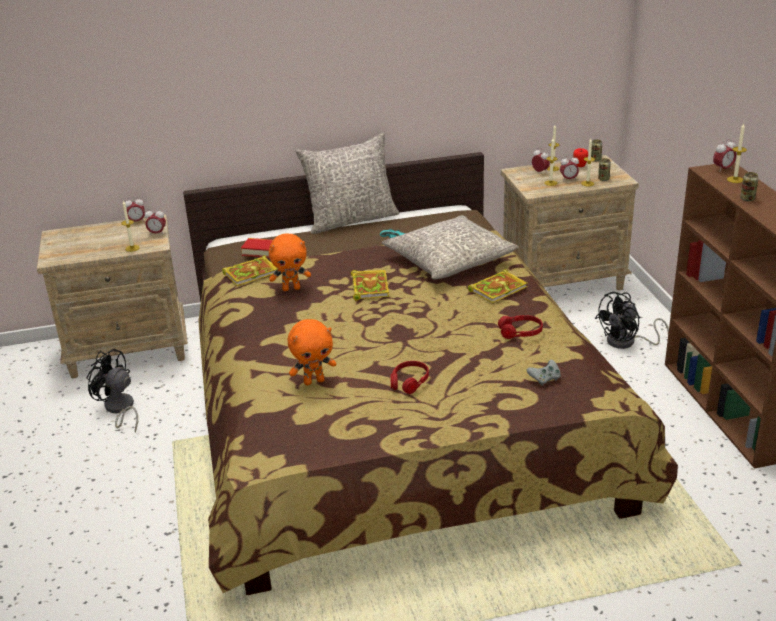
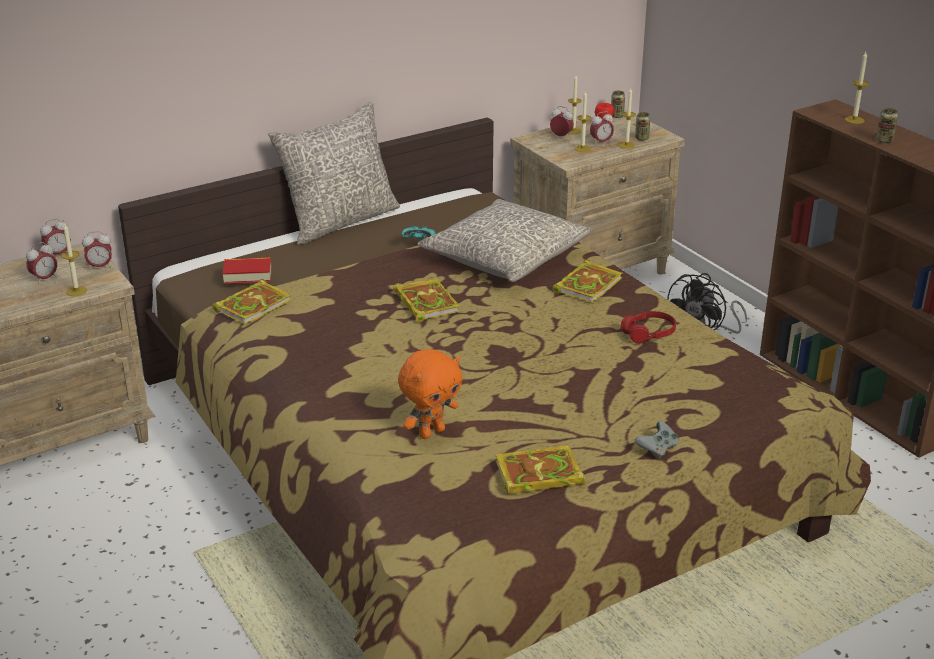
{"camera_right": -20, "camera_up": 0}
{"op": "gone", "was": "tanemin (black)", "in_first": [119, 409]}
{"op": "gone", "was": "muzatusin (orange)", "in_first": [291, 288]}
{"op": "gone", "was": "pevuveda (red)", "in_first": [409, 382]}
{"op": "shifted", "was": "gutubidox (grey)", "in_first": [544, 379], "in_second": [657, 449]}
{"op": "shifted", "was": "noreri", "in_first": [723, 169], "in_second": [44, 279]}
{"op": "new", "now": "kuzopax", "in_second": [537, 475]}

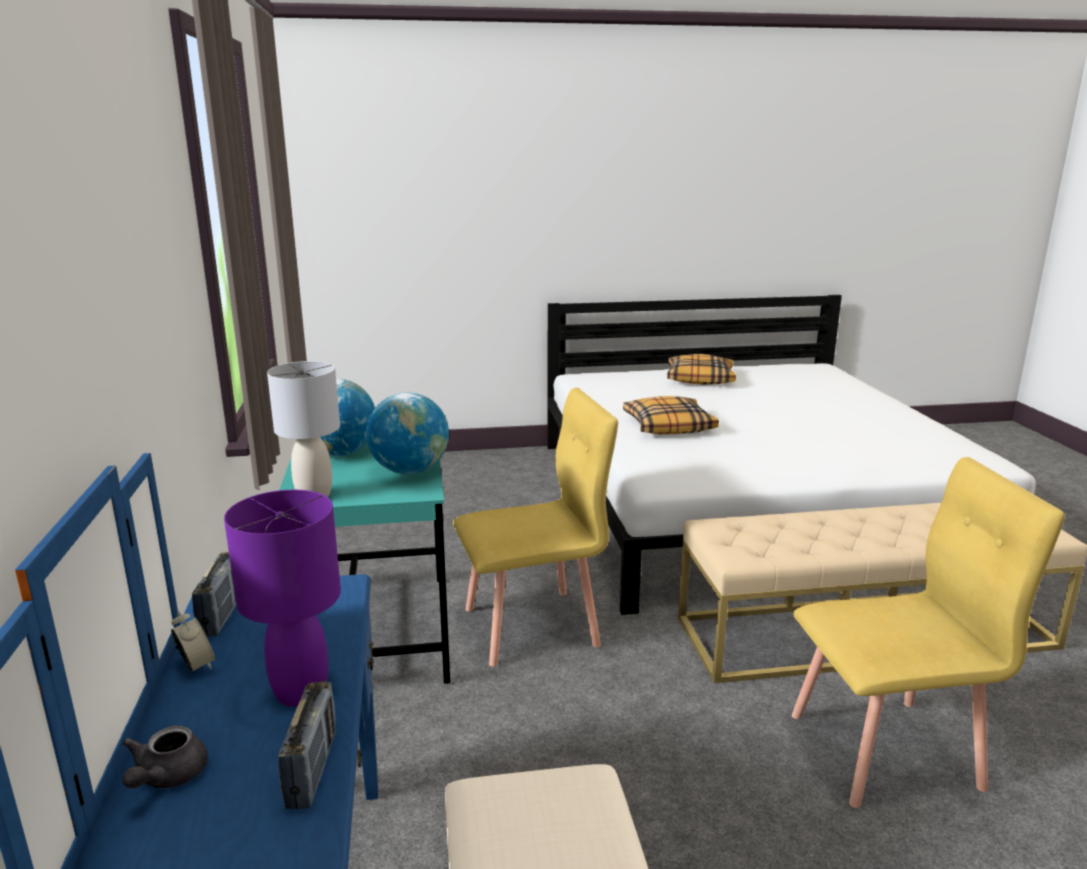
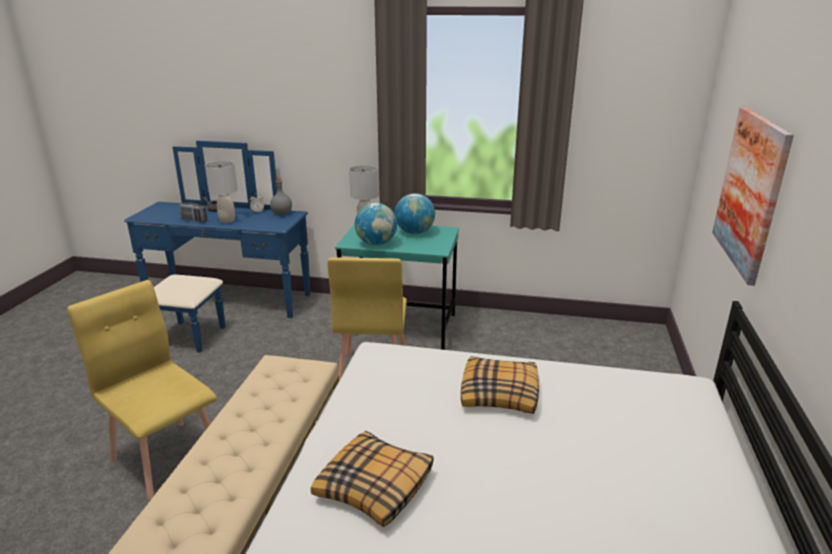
{"camera_right": 110, "camera_up": 5}
{"op": "swapped", "was": "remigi", "now": "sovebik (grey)", "in_first": [222, 615], "in_second": [282, 214]}
{"op": "repainted", "was": "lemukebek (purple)", "now": "lemukebek (grey)", "in_first": [300, 692], "in_second": [227, 220]}
{"op": "shifted", "was": "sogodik", "in_first": [700, 379], "in_second": [375, 487]}
{"op": "rotated", "was": "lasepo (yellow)", "in_first": [886, 751], "in_second": [167, 457], "clockwise": 120}
{"op": "new", "now": "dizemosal", "in_second": [750, 191]}

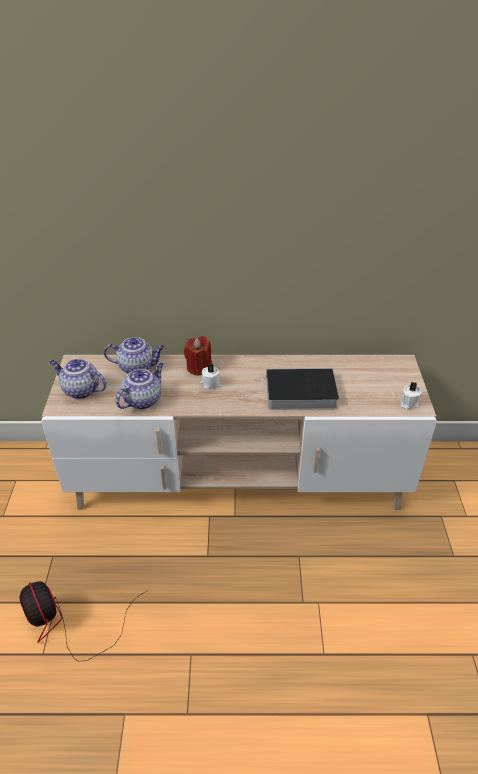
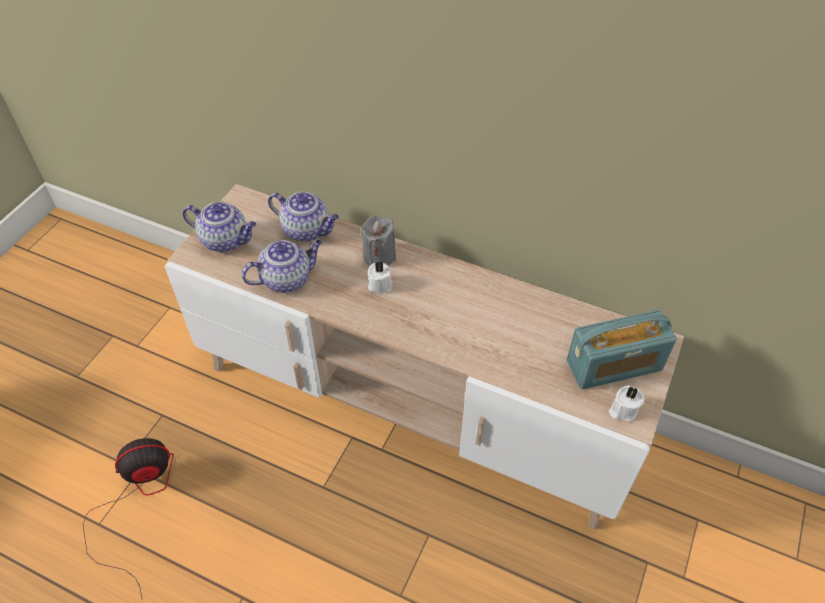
{"camera_right": 25, "camera_up": 10}
{"op": "rotated", "was": "tanemin", "in_first": [66, 623], "in_second": [137, 500], "clockwise": 75}
{"op": "rotated", "was": "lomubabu", "in_first": [80, 390], "in_second": [226, 240], "clockwise": 150}
{"op": "repainted", "was": "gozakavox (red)", "now": "gozakavox (grey)", "in_first": [199, 367], "in_second": [379, 256]}
{"op": "gone", "was": "kuzopax", "in_first": [298, 393]}
{"op": "new", "now": "remigi", "in_second": [614, 365]}

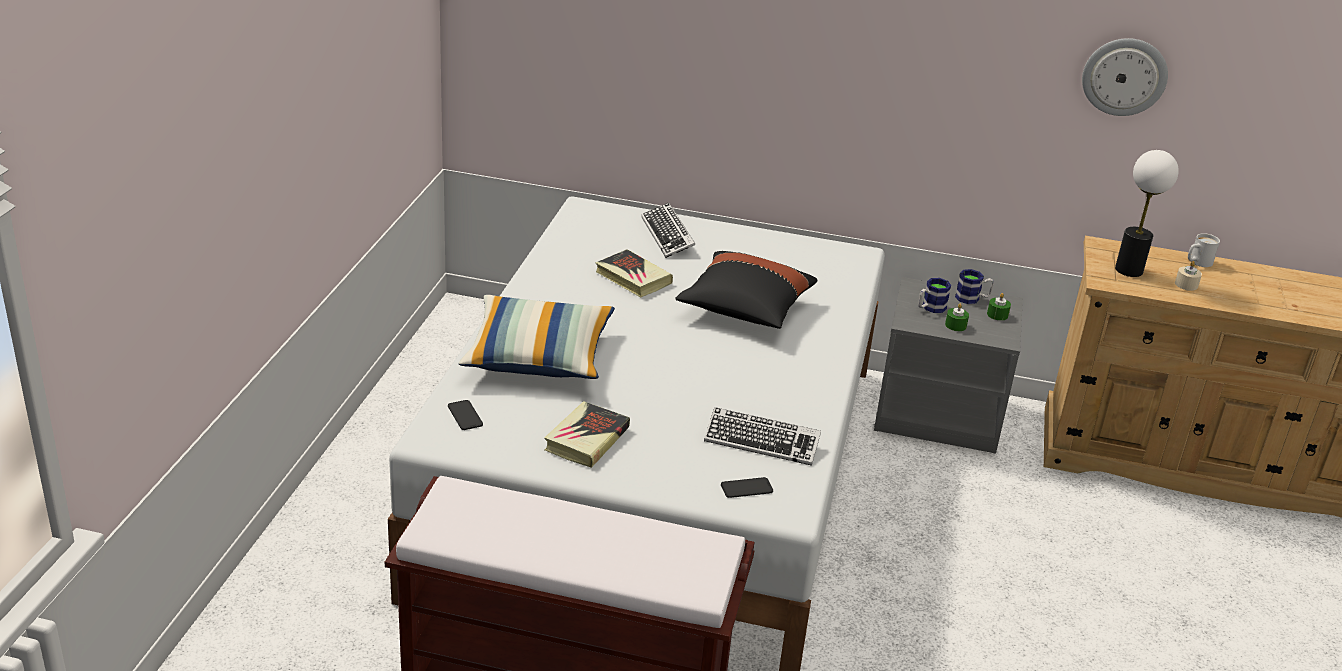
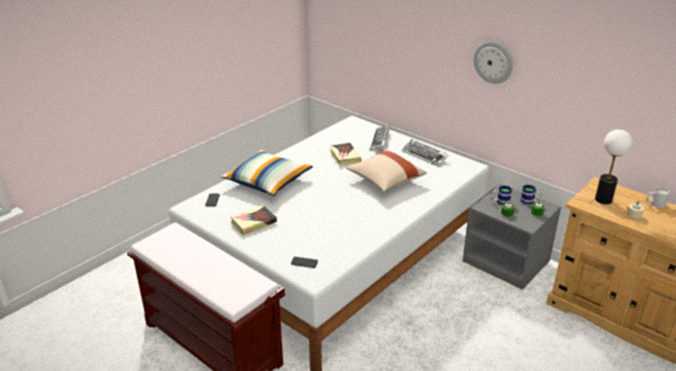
{"camera_right": 30, "camera_up": 0}
{"op": "repainted", "was": "sogodik (black)", "now": "sogodik (beige)", "in_first": [744, 309], "in_second": [385, 180]}
{"op": "shifted", "was": "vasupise", "in_first": [761, 442], "in_second": [424, 155]}
{"op": "shifted", "was": "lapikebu", "in_first": [1124, 76], "in_second": [493, 62]}

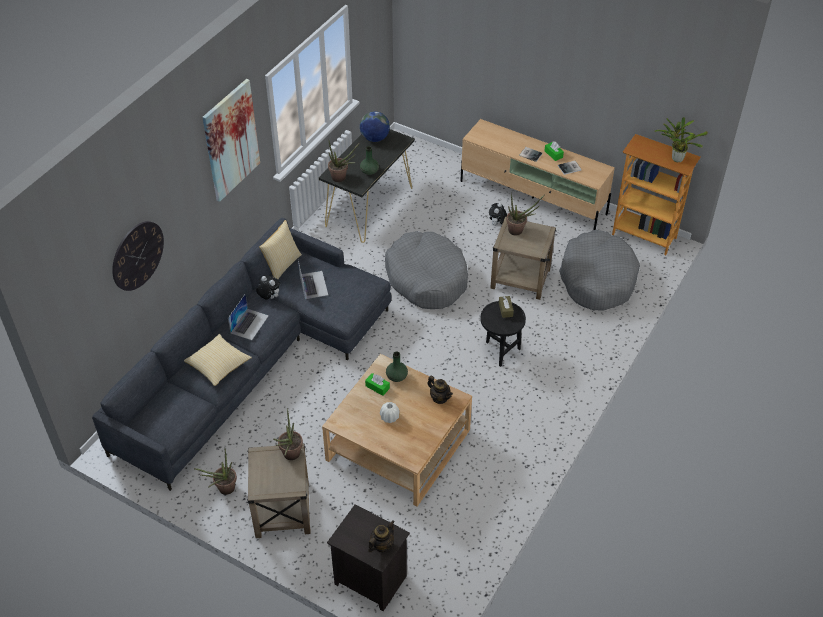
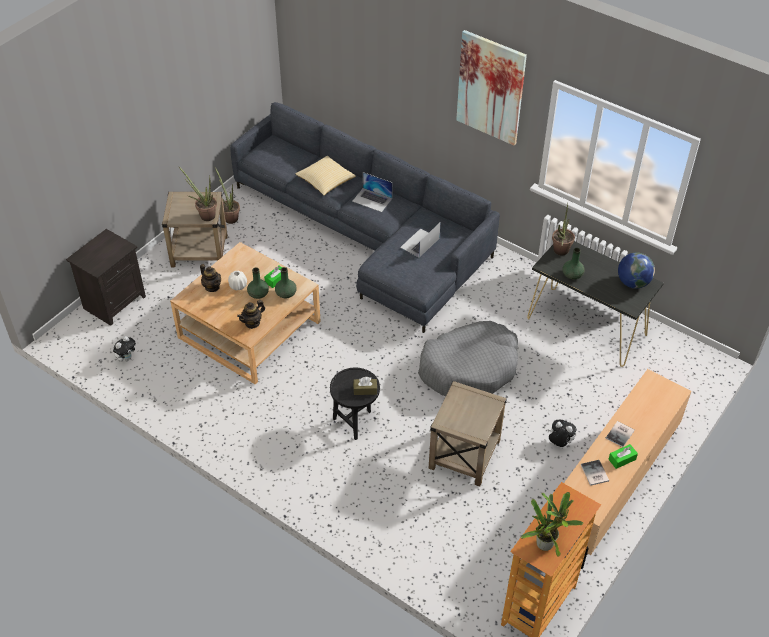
{"camera_right": 95, "camera_up": 0}
{"op": "gone", "was": "lapikebu", "in_first": [137, 255]}
{"op": "shifted", "was": "muzatusin", "in_first": [269, 297], "in_second": [127, 358]}
{"op": "gone", "was": "sogodik", "in_first": [282, 265]}
{"op": "rotated", "was": "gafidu", "in_first": [313, 284], "in_second": [419, 243], "clockwise": 135}
{"op": "shifted", "was": "lomubabu", "in_first": [381, 545], "in_second": [212, 287]}
{"op": "gone", "was": "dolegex", "in_first": [519, 231]}
{"op": "gone", "was": "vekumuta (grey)", "in_first": [597, 279]}
{"op": "new", "now": "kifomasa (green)", "in_second": [258, 294]}

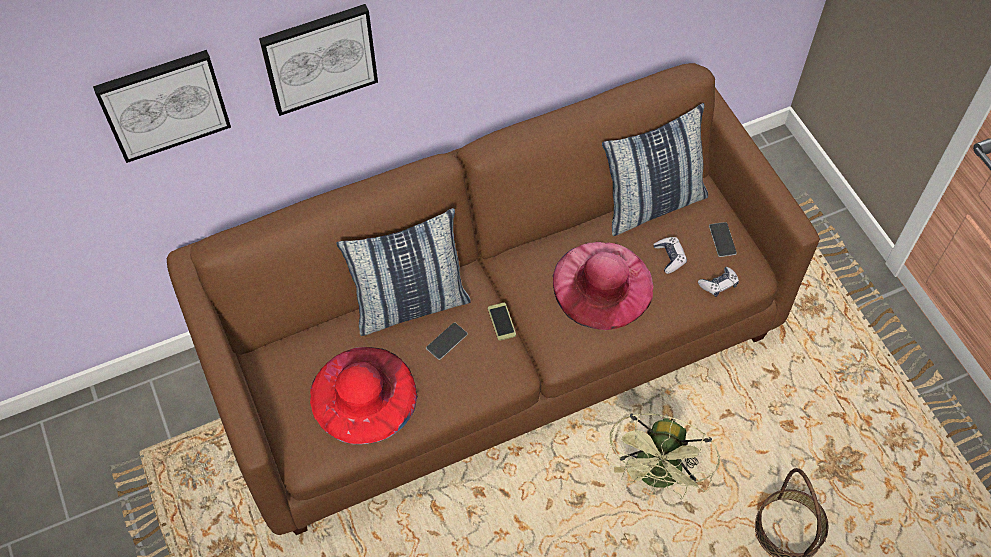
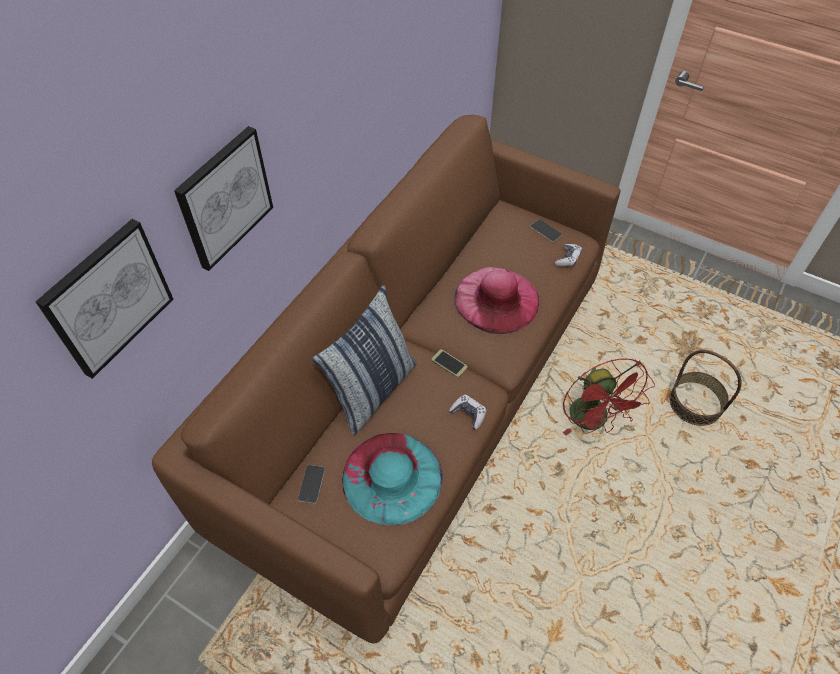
{"camera_right": -35, "camera_up": -5}
{"op": "repainted", "was": "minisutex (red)", "now": "minisutex (turquoise)", "in_first": [363, 394], "in_second": [392, 477]}
{"op": "shifted", "was": "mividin", "in_first": [446, 341], "in_second": [311, 484]}
{"op": "gone", "was": "sogodik", "in_first": [652, 204]}
{"op": "repainted", "was": "tanemin (green)", "now": "tanemin (red)", "in_first": [657, 477], "in_second": [594, 421]}
{"op": "shifted", "was": "gutubidox", "in_first": [669, 257], "in_second": [468, 414]}

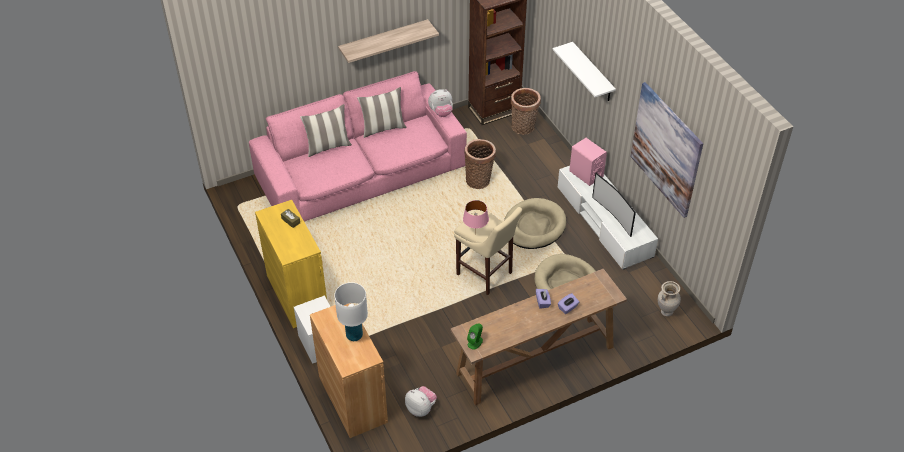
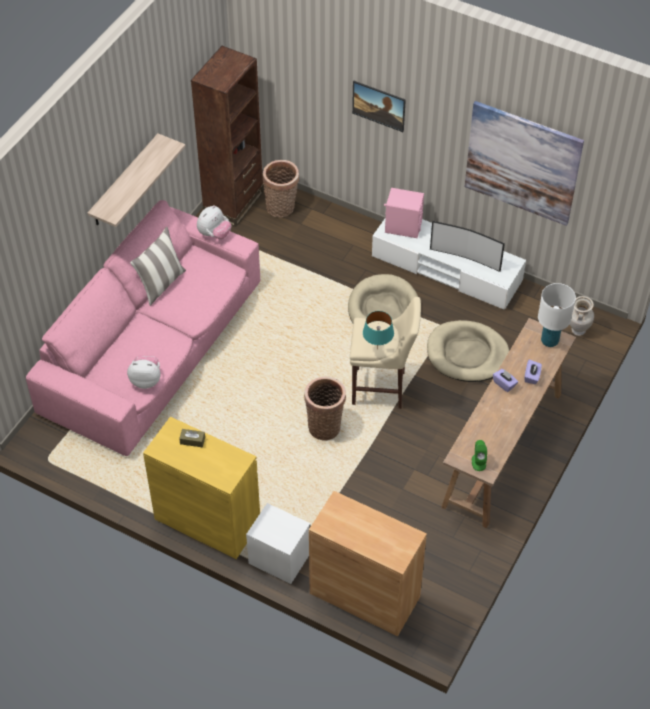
{"camera_right": -35, "camera_up": 5}
{"op": "gone", "was": "sogodik", "in_first": [328, 146]}
{"op": "shifted", "was": "lemukebek (white)", "in_first": [354, 335], "in_second": [549, 341]}
{"op": "shifted", "was": "muzatusin", "in_first": [421, 408], "in_second": [146, 380]}
{"op": "repainted", "was": "lemukebek (pink)", "now": "lemukebek (turquoise)", "in_first": [475, 234], "in_second": [377, 350]}
{"op": "shifted", "was": "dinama", "in_first": [479, 180], "in_second": [325, 425]}
{"op": "swapped", "was": "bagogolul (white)", "now": "dizemosal", "in_first": [592, 73], "in_second": [378, 114]}

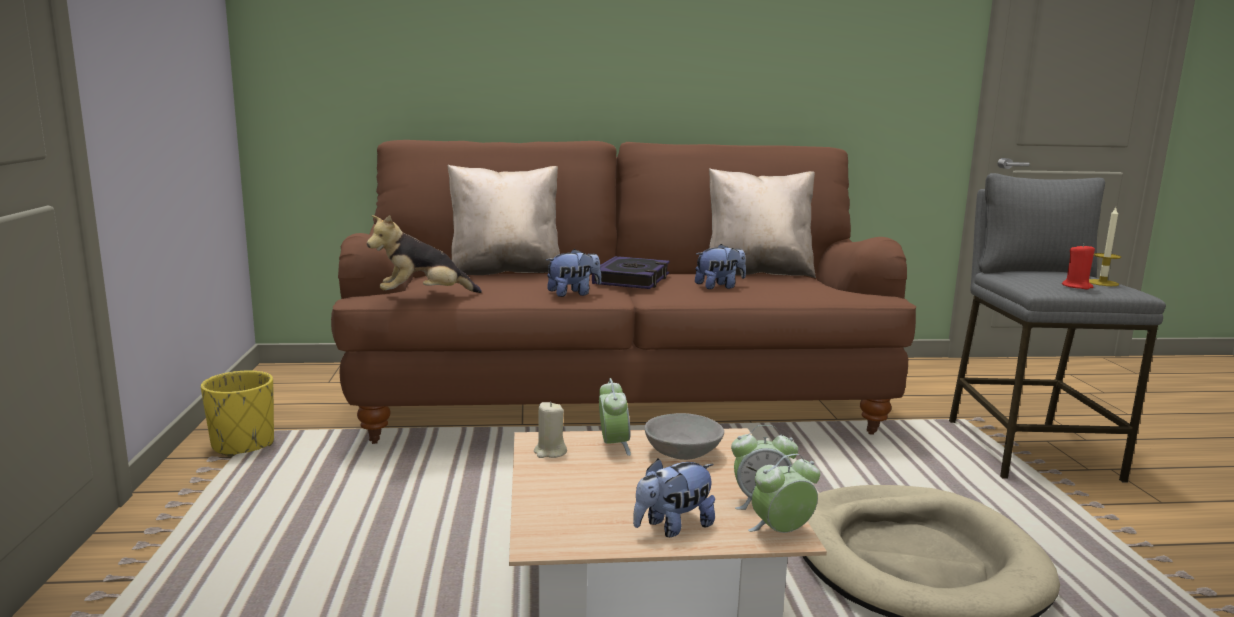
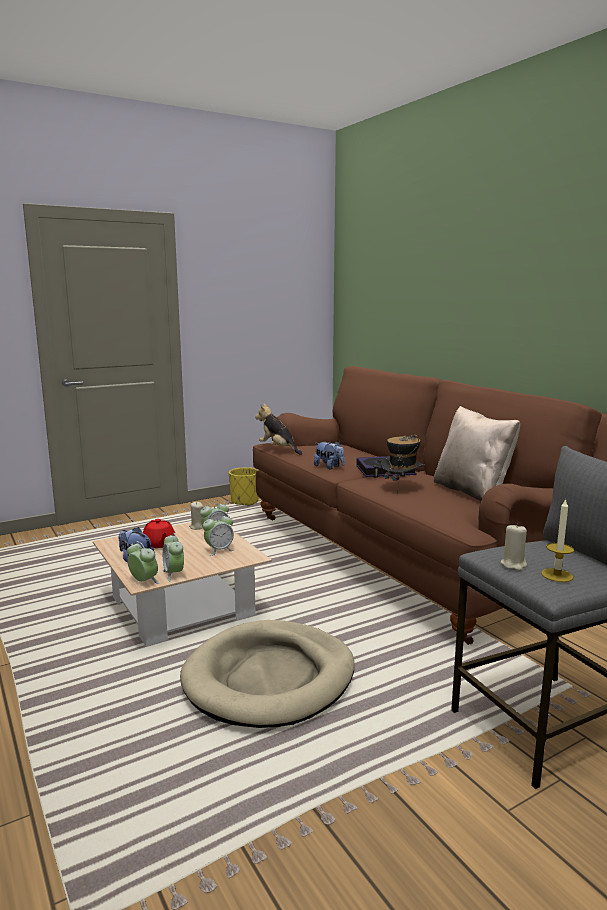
{"camera_right": 65, "camera_up": 0}
{"op": "gone", "was": "sogodik (beige)", "in_first": [505, 272]}
{"op": "swapped", "was": "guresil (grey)", "now": "noreri", "in_first": [682, 453], "in_second": [219, 550]}
{"op": "swapped", "was": "muzatusin", "now": "minisutex", "in_first": [719, 287], "in_second": [401, 488]}
{"op": "repainted", "was": "gozakavox (red)", "now": "gozakavox (beige)", "in_first": [1077, 286], "in_second": [513, 564]}
{"op": "new", "now": "lomubabu (red)", "in_second": [159, 544]}

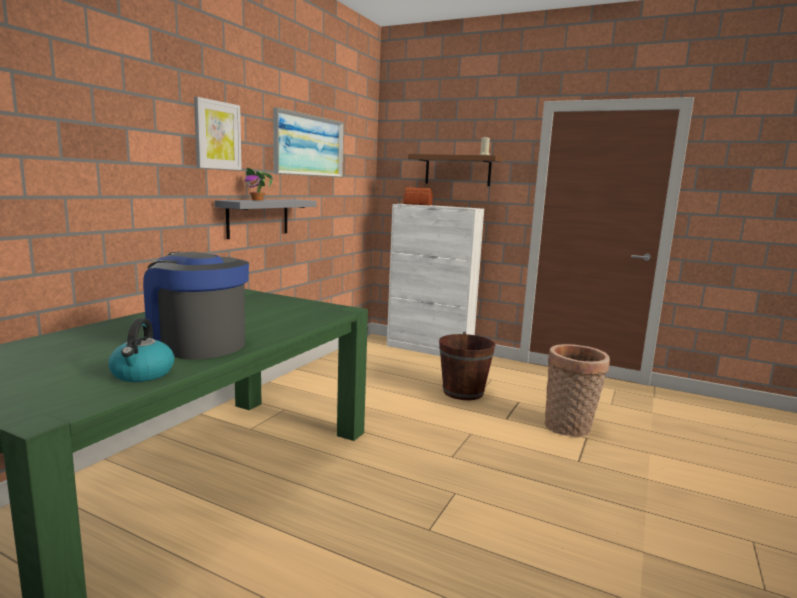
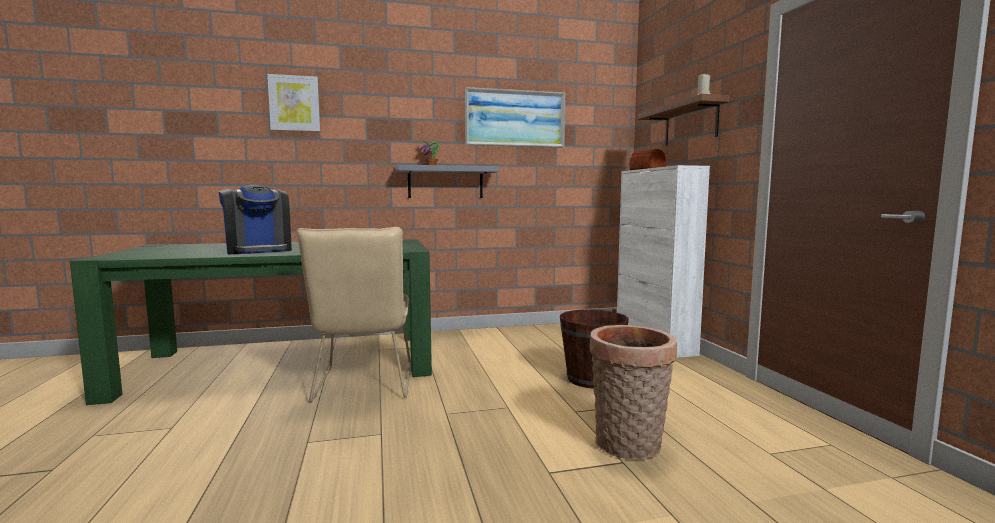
{"camera_right": 50, "camera_up": -5}
{"op": "gone", "was": "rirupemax", "in_first": [142, 374]}
{"op": "rotated", "was": "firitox", "in_first": [196, 344], "in_second": [259, 251], "clockwise": 150}
{"op": "shifted", "was": "dizemosal", "in_first": [217, 135], "in_second": [294, 103]}
{"op": "new", "now": "lasepo (beige)", "in_second": [363, 385]}

